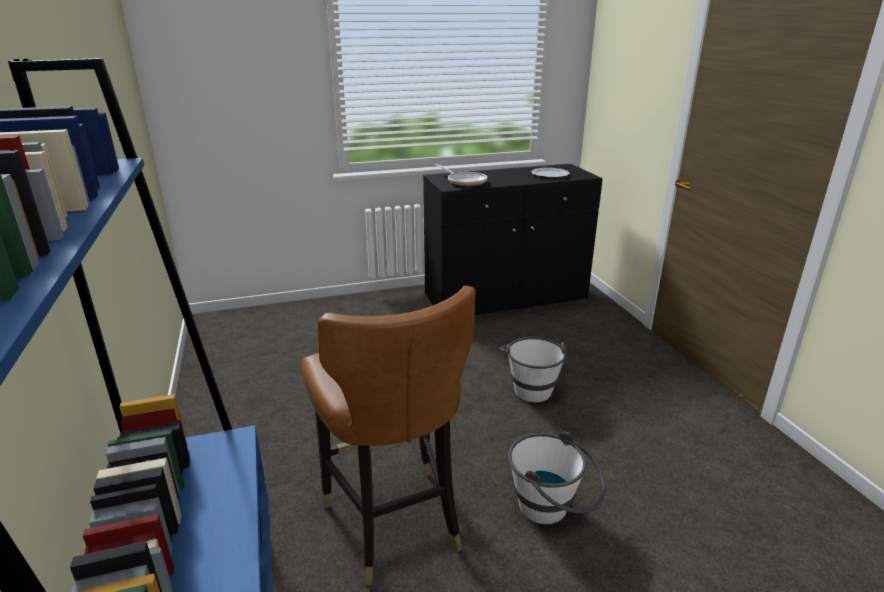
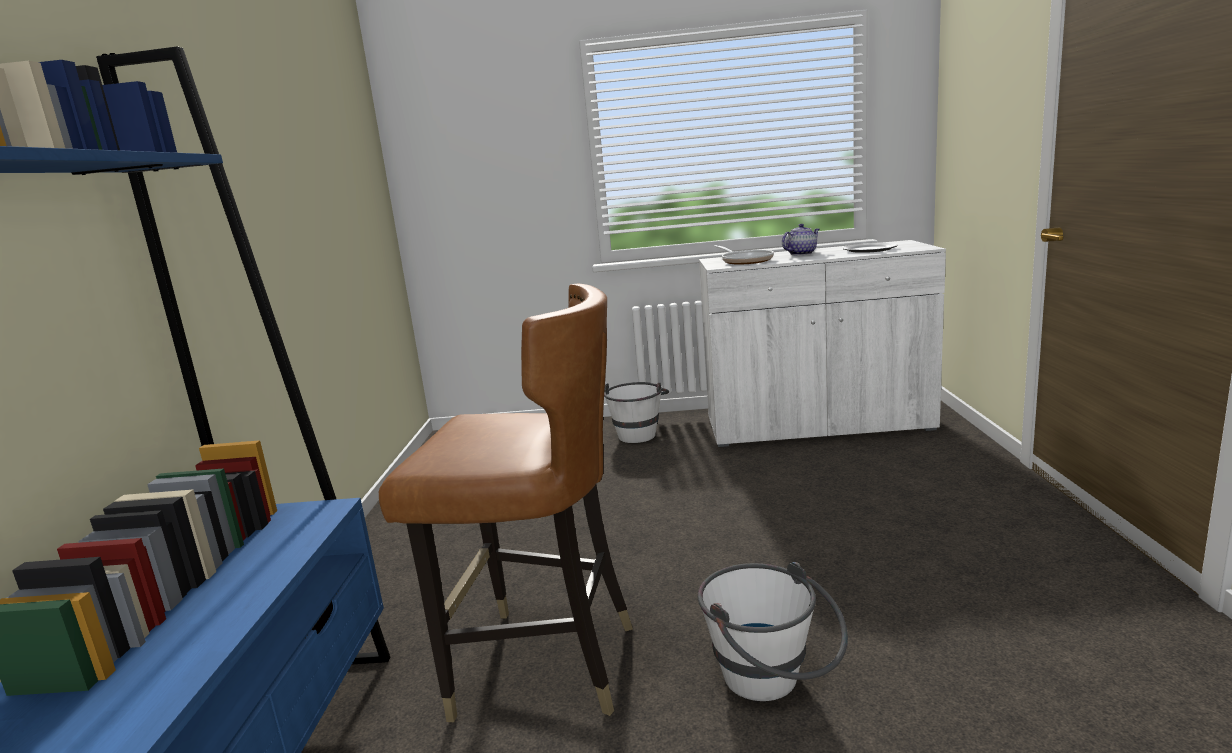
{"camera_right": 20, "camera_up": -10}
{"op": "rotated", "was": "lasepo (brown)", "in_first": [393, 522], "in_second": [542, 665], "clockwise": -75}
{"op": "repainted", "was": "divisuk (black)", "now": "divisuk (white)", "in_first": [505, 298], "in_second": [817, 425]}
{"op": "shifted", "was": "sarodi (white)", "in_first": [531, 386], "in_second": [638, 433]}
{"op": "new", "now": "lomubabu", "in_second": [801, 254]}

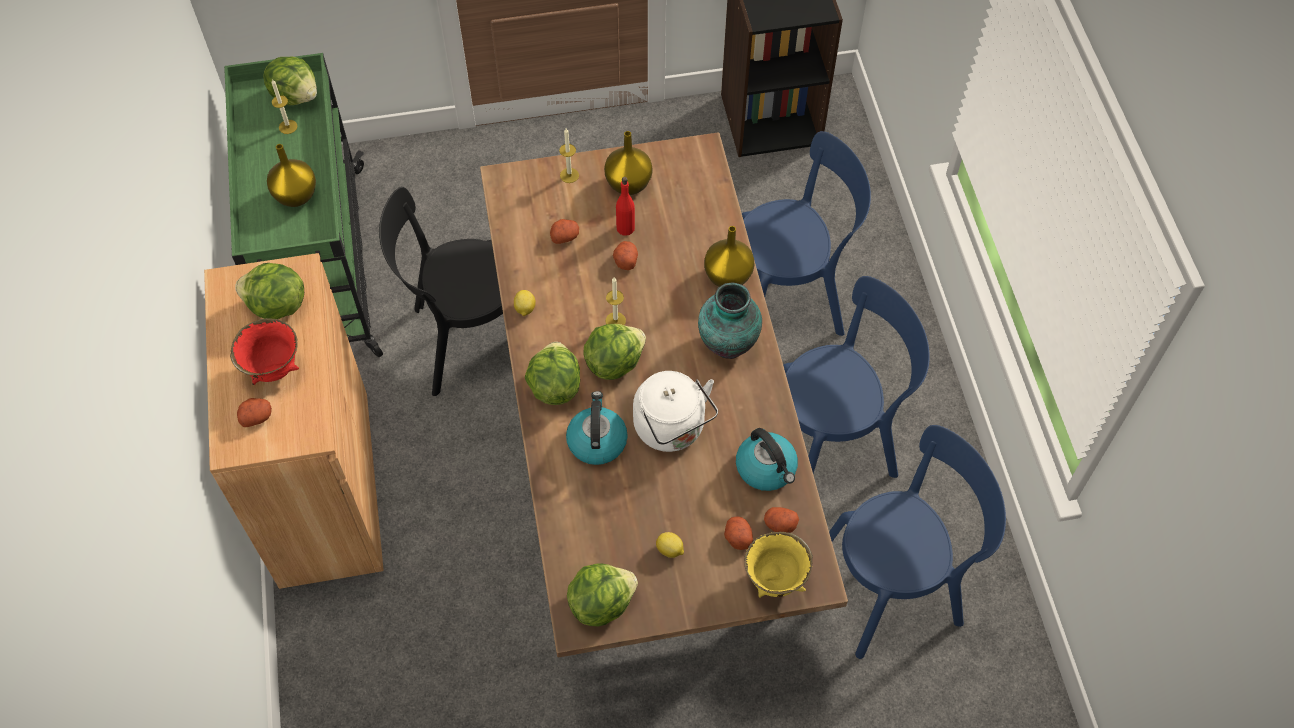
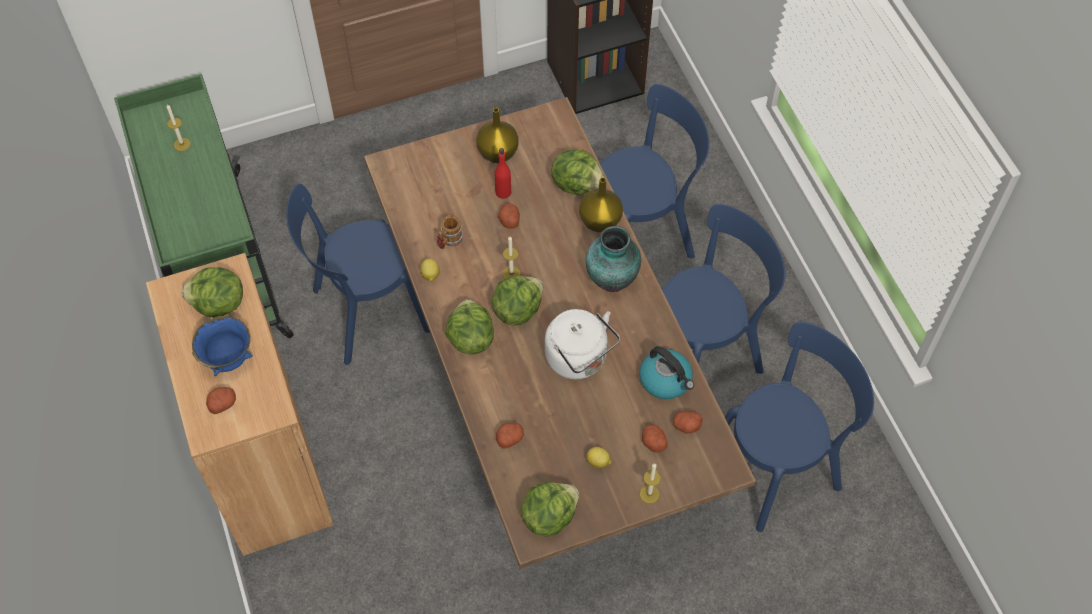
{"camera_right": -10, "camera_up": 0}
{"op": "repainted", "was": "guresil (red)", "now": "guresil (blue)", "in_first": [273, 369], "in_second": [228, 360]}
{"op": "shifted", "was": "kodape", "in_first": [296, 95], "in_second": [576, 183]}
{"op": "gone", "was": "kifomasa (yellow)", "in_first": [296, 195]}
{"op": "repainted", "was": "lasepo (black)", "now": "lasepo (blue)", "in_first": [466, 341], "in_second": [365, 312]}
{"op": "shifted", "was": "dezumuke", "in_first": [565, 236], "in_second": [509, 438]}
{"op": "shifted", "was": "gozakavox", "in_first": [569, 175], "in_second": [649, 494]}
{"op": "gone", "was": "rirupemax", "in_first": [596, 441]}
{"op": "gone", "was": "guresil (yellow)", "in_first": [775, 580]}
{"op": "new", "now": "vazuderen", "in_second": [449, 241]}

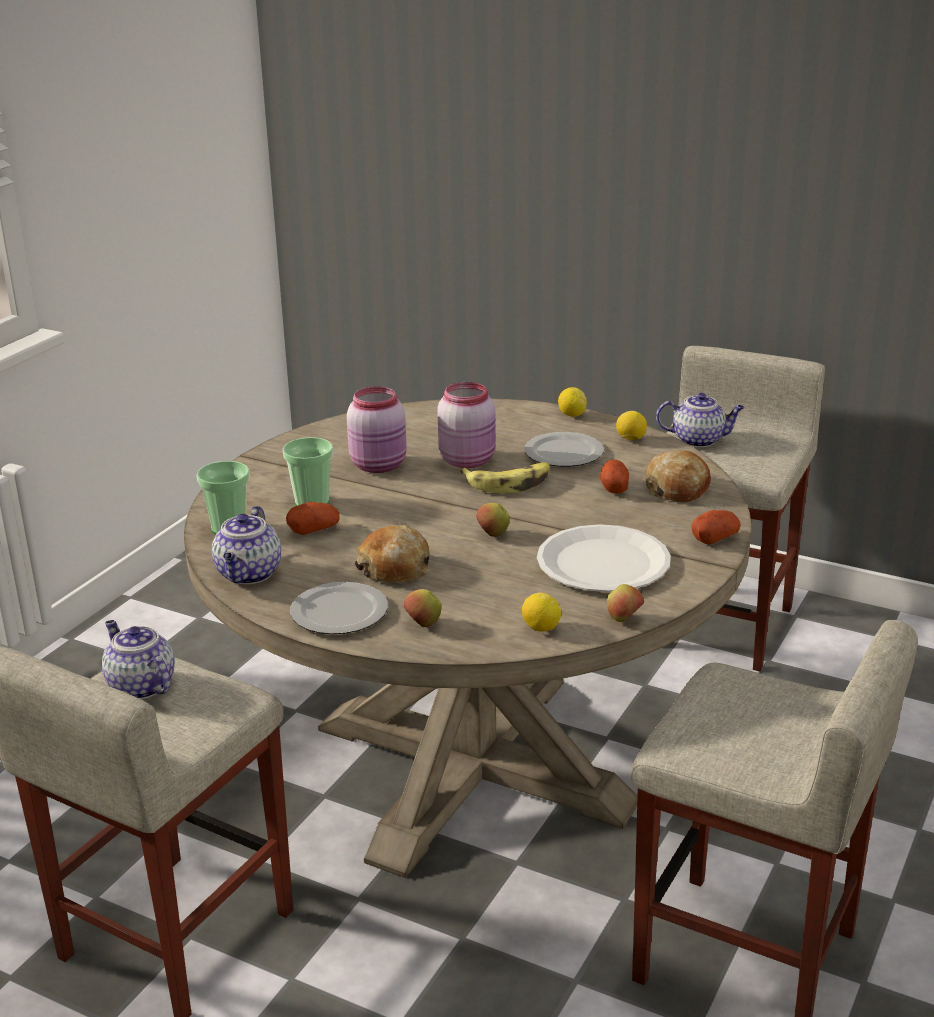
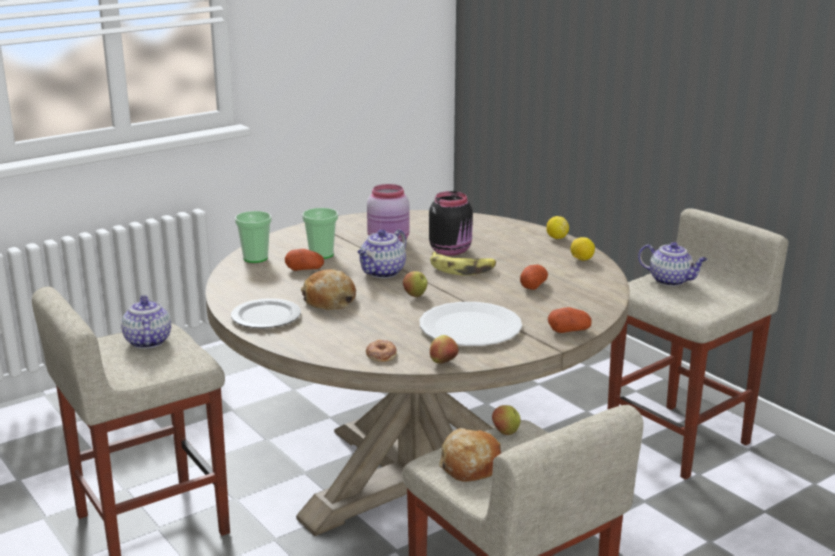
{"camera_right": 25, "camera_up": -5}
{"op": "shifted", "was": "lomubabu", "in_first": [249, 574], "in_second": [382, 273]}
{"op": "shifted", "was": "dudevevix", "in_first": [423, 624], "in_second": [505, 433]}
{"op": "repainted", "was": "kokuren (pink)", "now": "kokuren (black)", "in_first": [469, 460], "in_second": [451, 250]}
{"op": "swapped", "was": "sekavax", "now": "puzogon", "in_first": [540, 628], "in_second": [381, 354]}
{"op": "gone", "was": "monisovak", "in_first": [562, 453]}
{"op": "shifted", "was": "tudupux", "in_first": [677, 488], "in_second": [470, 466]}

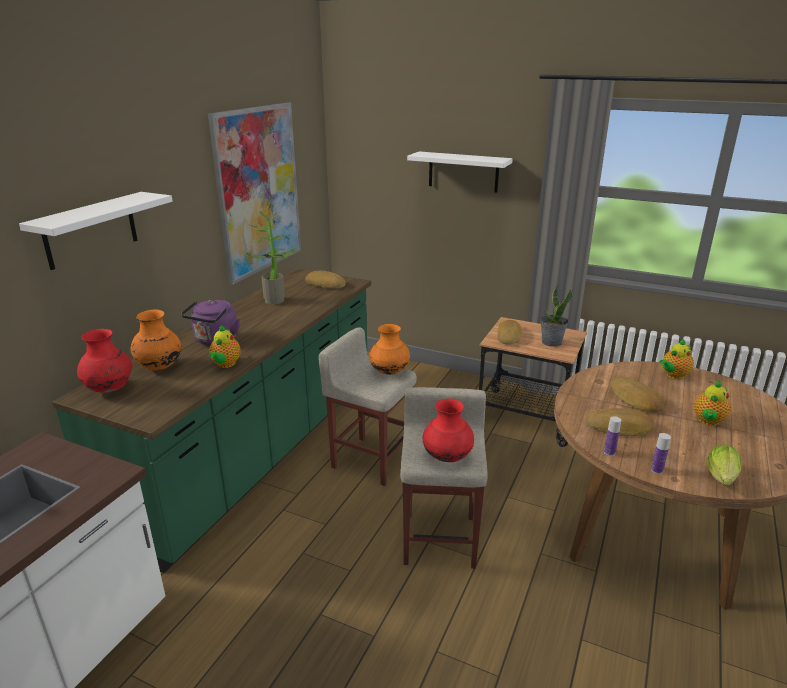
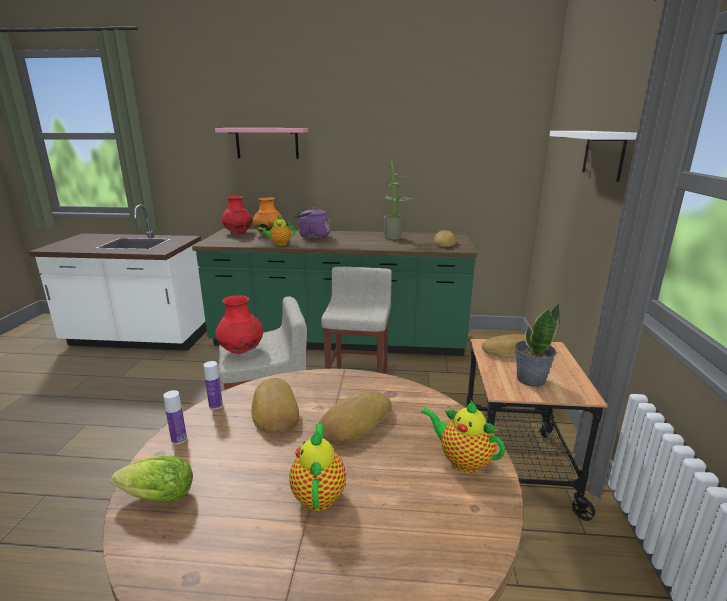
{"camera_right": 70, "camera_up": -5}
{"op": "repainted", "was": "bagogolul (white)", "now": "bagogolul (pink)", "in_first": [91, 230], "in_second": [267, 143]}
{"op": "gone", "was": "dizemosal", "in_first": [258, 190]}
{"op": "gone", "was": "kifomasa (orange)", "in_first": [389, 372]}
{"op": "rotated", "was": "lomubabu", "in_first": [708, 421], "in_second": [319, 494], "clockwise": 75}

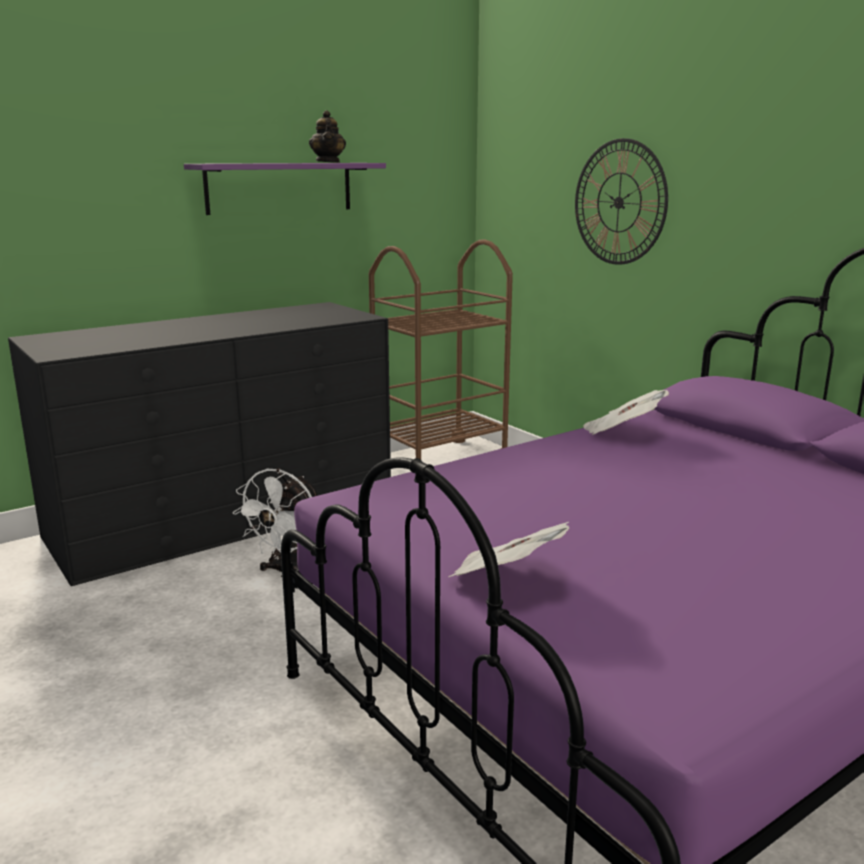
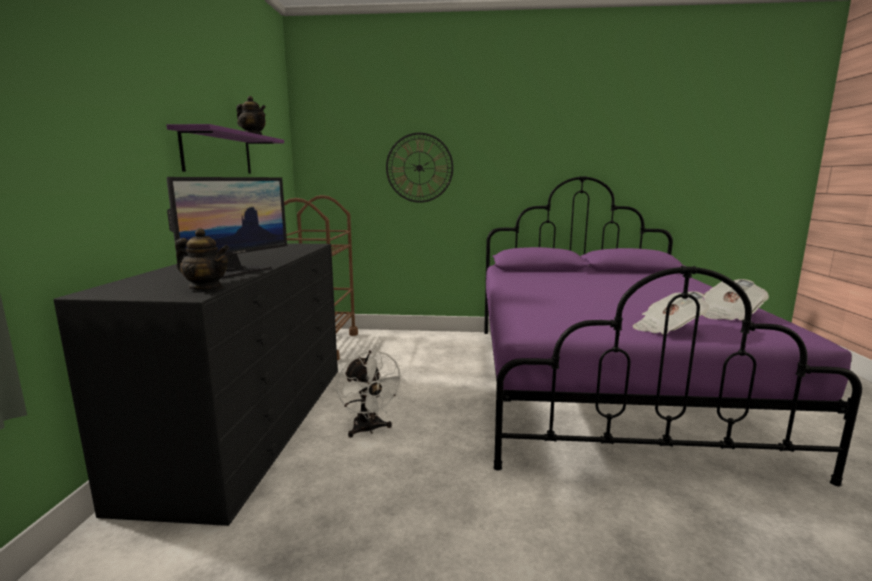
{"camera_right": -50, "camera_up": -5}
{"op": "shifted", "was": "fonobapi", "in_first": [621, 433], "in_second": [728, 315]}
{"op": "new", "now": "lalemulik", "in_second": [237, 271]}
{"op": "new", "now": "lomubabu", "in_second": [206, 288]}

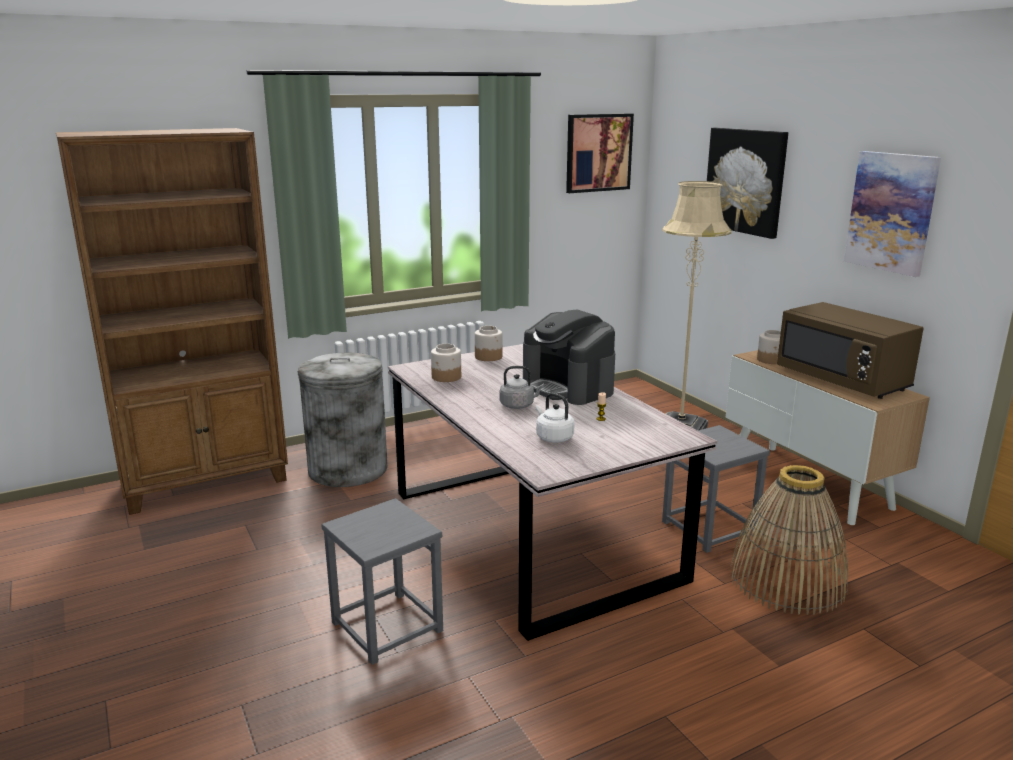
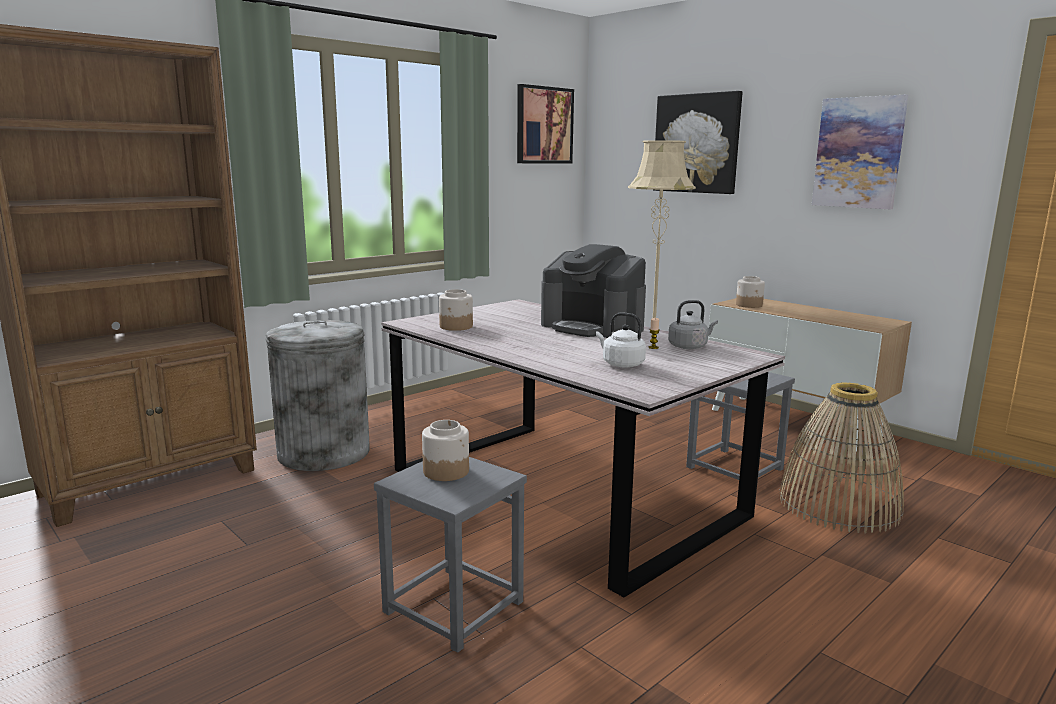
{"camera_right": -15, "camera_up": -5}
{"op": "shifted", "was": "kokuren", "in_first": [488, 357], "in_second": [446, 471]}
{"op": "shifted", "was": "rirupemax (grey)", "in_first": [519, 405], "in_second": [689, 346]}
{"op": "gone", "was": "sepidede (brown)", "in_first": [842, 380]}

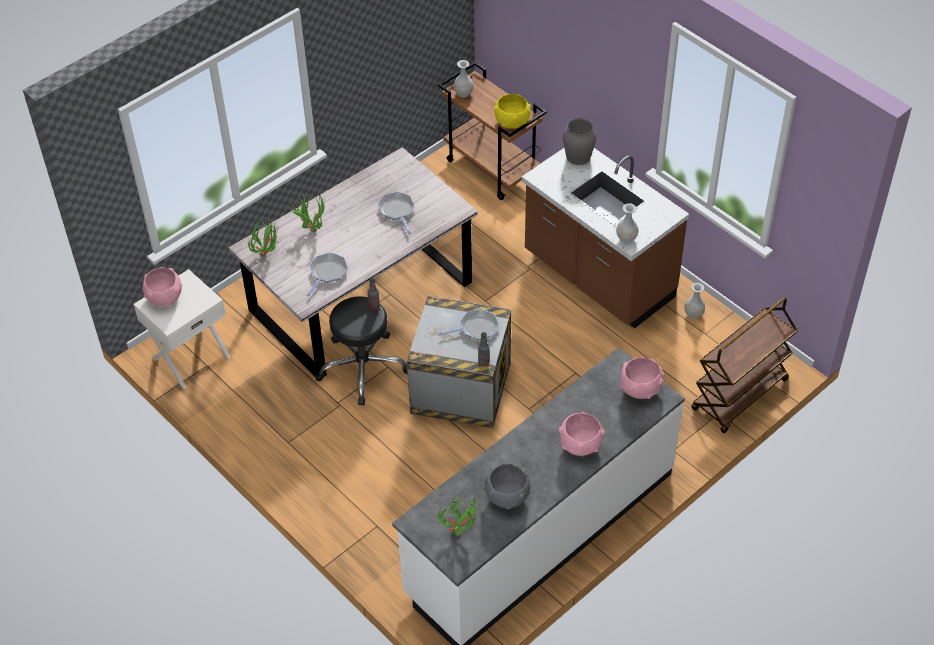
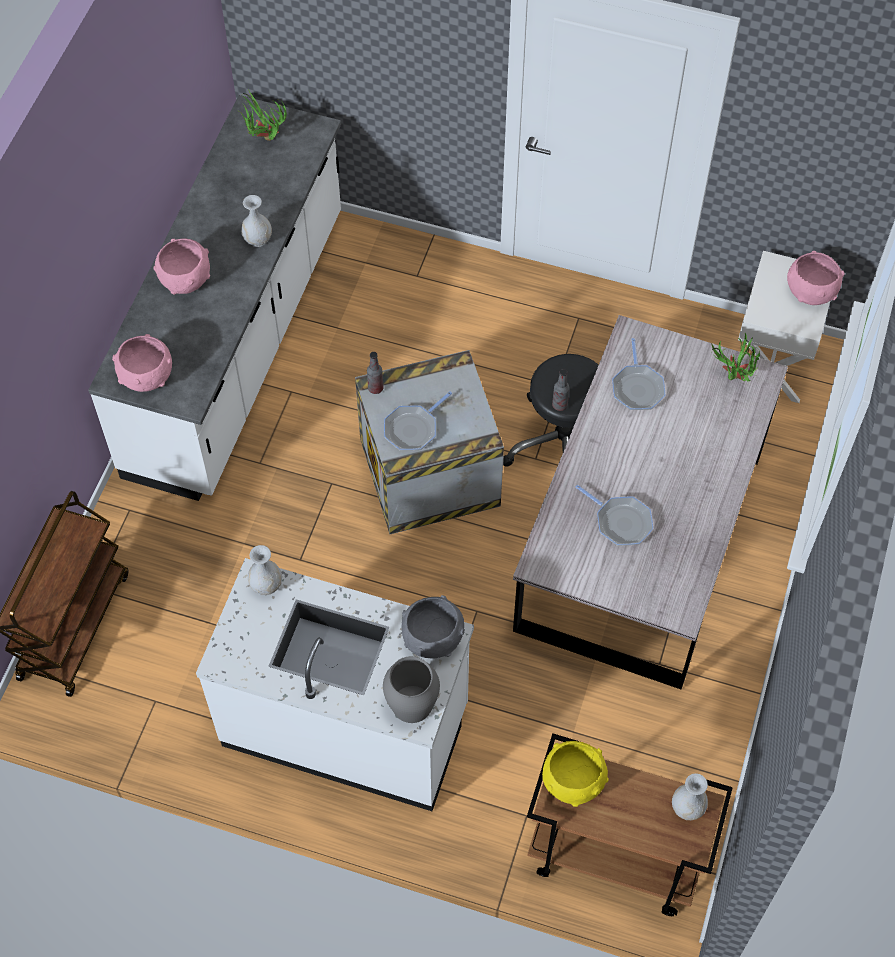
{"camera_right": 150, "camera_up": 10}
{"op": "gone", "was": "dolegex", "in_first": [311, 228]}
{"op": "shifted", "was": "guresil (grey)", "in_first": [507, 497], "in_second": [432, 639]}
{"op": "repainted", "was": "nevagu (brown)", "now": "nevagu (white)", "in_first": [598, 277], "in_second": [346, 724]}
{"op": "shifted", "was": "kifomasa (white)", "in_first": [693, 314], "in_second": [258, 239]}

